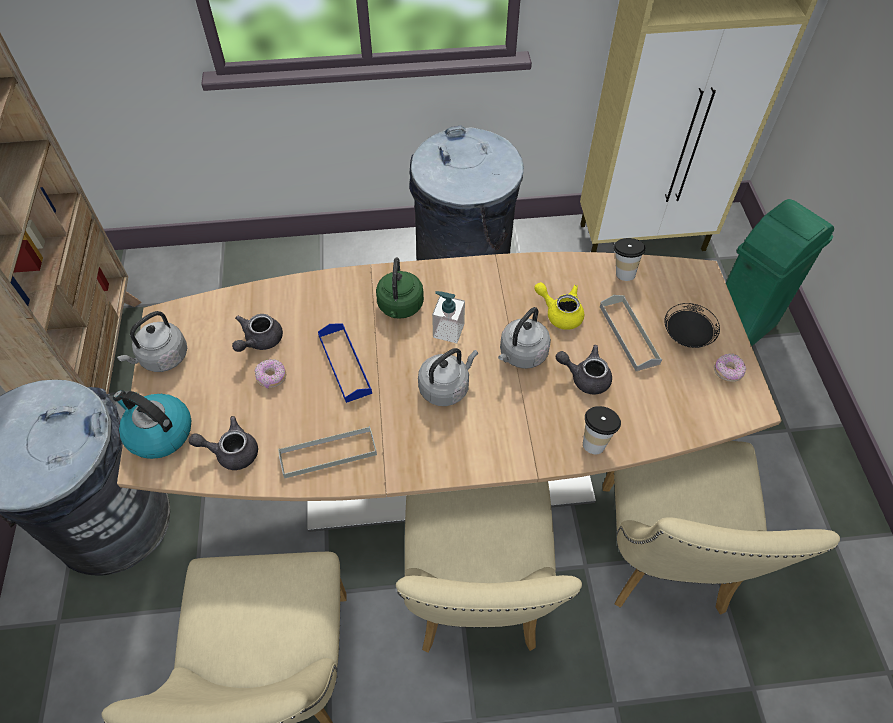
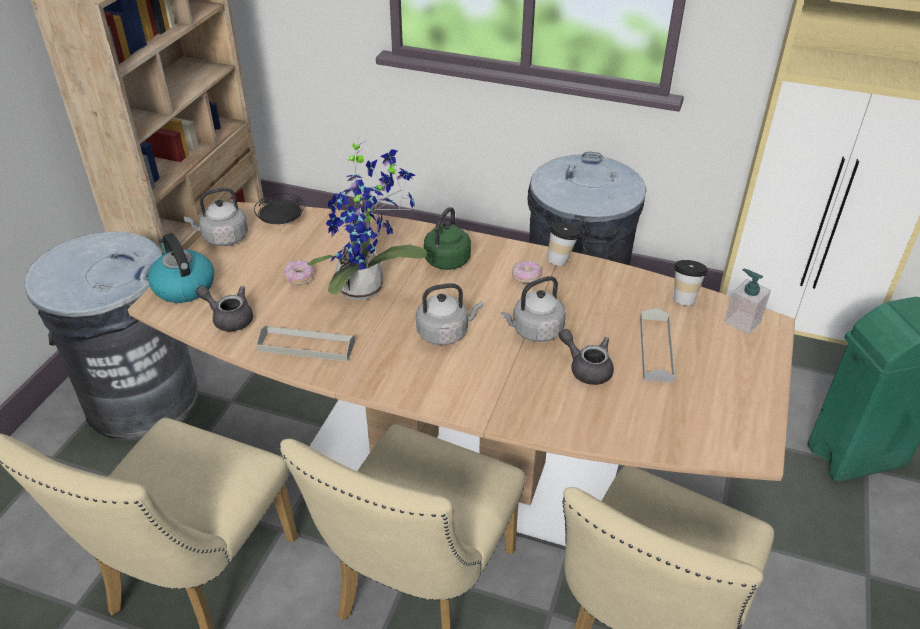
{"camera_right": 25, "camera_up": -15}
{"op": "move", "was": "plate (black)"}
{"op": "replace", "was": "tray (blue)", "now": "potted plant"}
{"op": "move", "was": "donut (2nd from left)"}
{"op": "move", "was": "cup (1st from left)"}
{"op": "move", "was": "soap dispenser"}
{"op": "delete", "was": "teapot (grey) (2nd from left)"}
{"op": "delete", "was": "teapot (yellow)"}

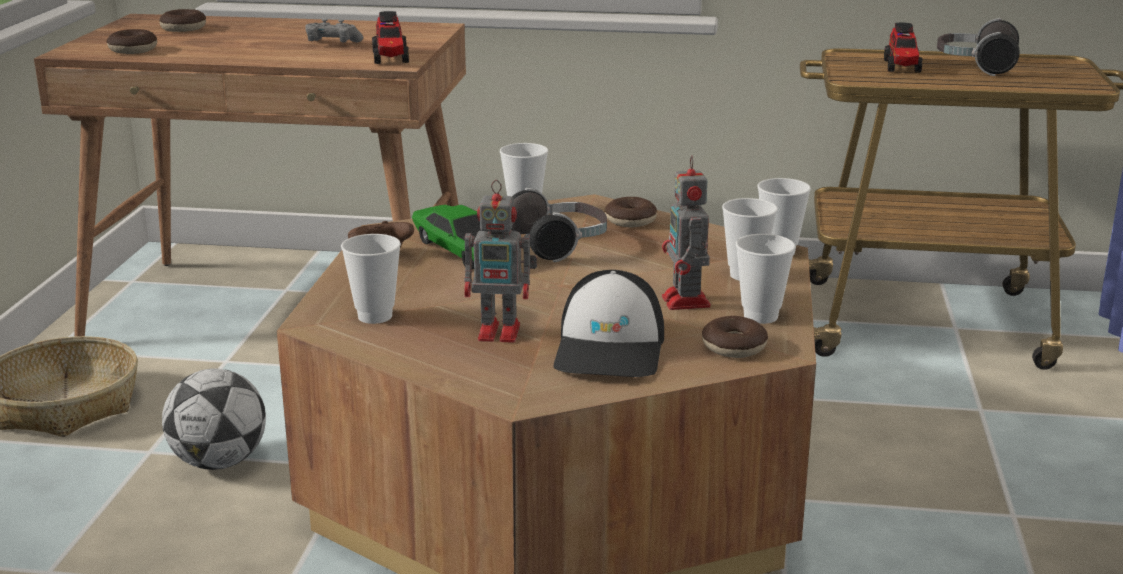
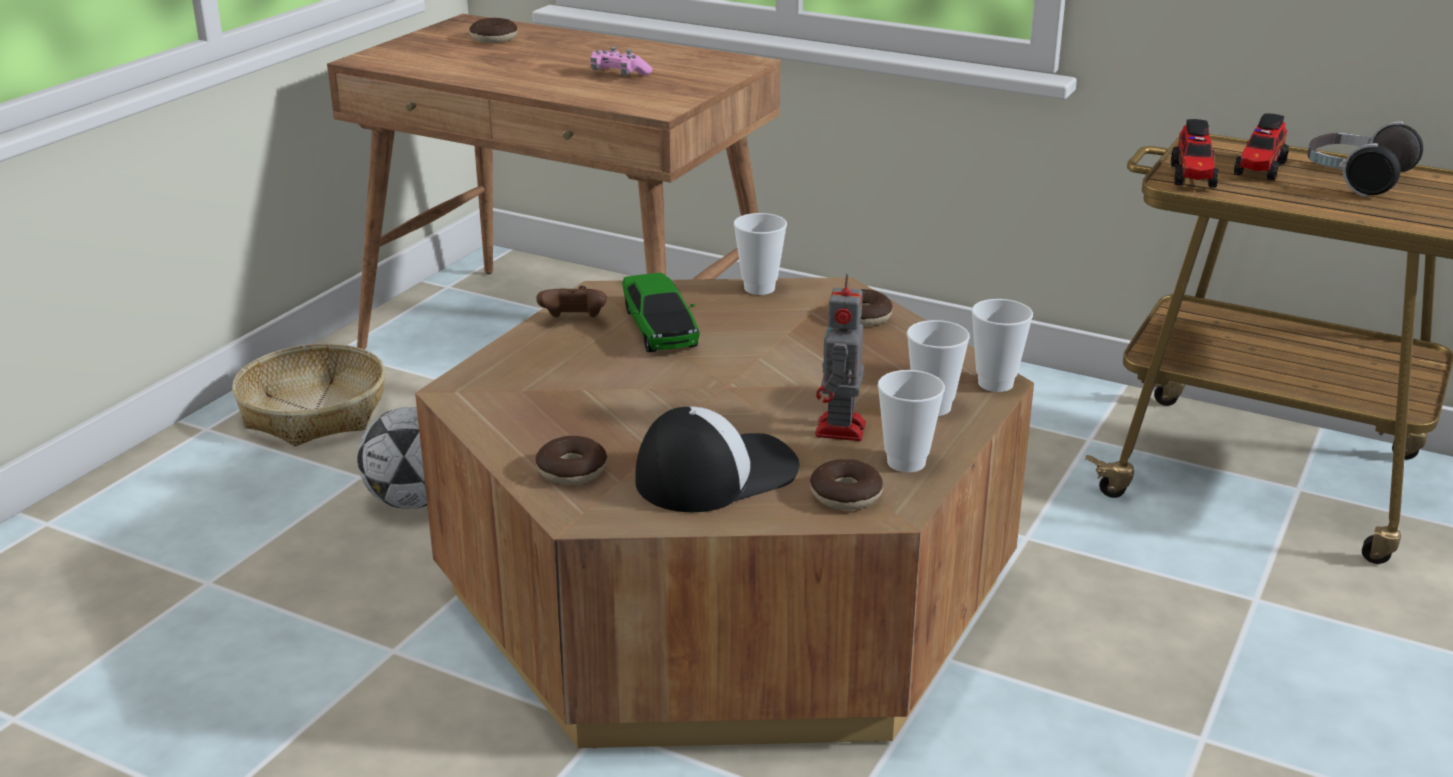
{"camera_right": 20, "camera_up": 5}
{"op": "move", "was": "donut (1st from left in the first image)", "now": "donut (2nd from left)"}
{"op": "recolor", "was": "game controller (grey)", "now": "game controller (pink)"}
{"op": "rotate", "was": "cap", "clockwise": -150}
{"op": "move", "was": "toy truck (1st from left)"}
{"op": "delete", "was": "cup (1st from left)"}
{"op": "delete", "was": "toy robot (1st from left)"}
{"op": "delete", "was": "headphones (1st from left)"}

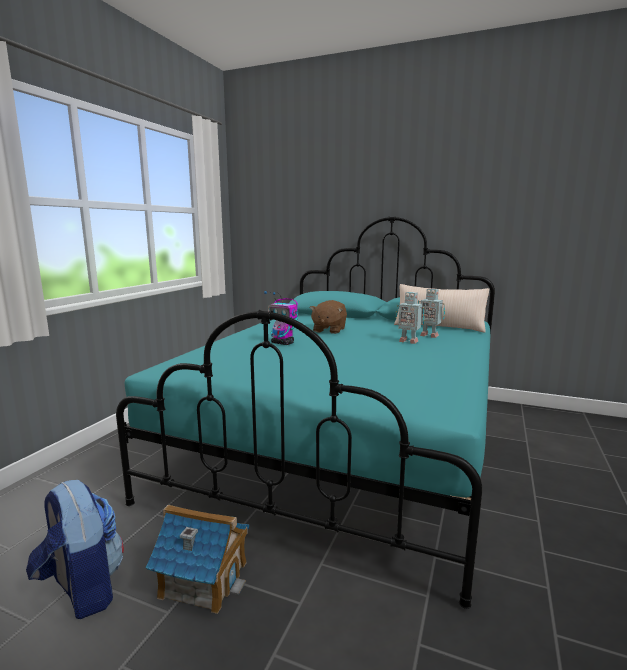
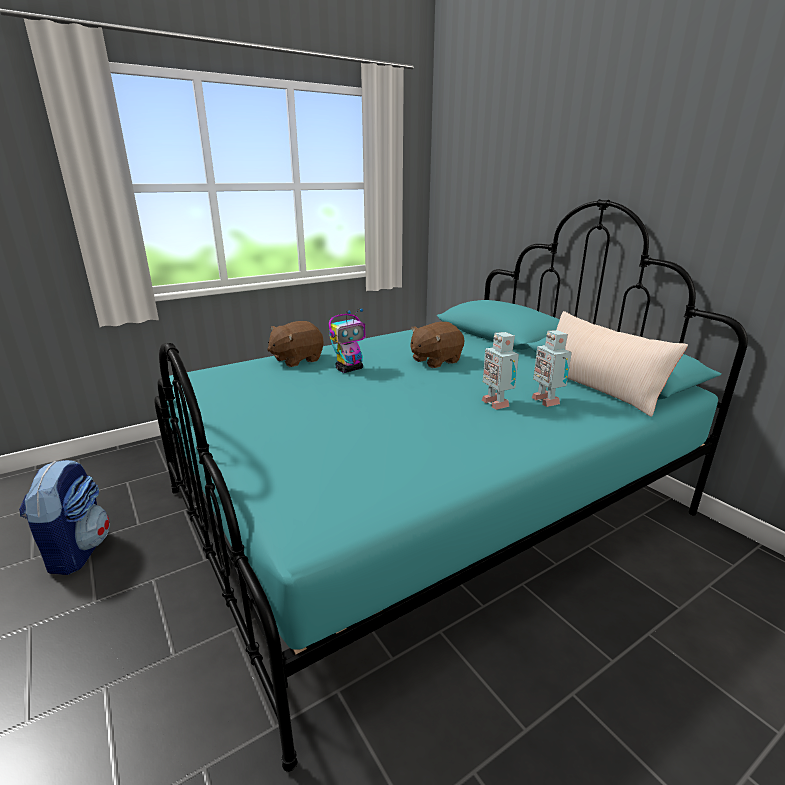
{"camera_right": 35, "camera_up": 10}
{"op": "insert", "now": "plush toy (brown) (1st from left)"}
{"op": "rotate", "was": "toy robot (1st from left)", "clockwise": -105}
{"op": "delete", "was": "toy house"}

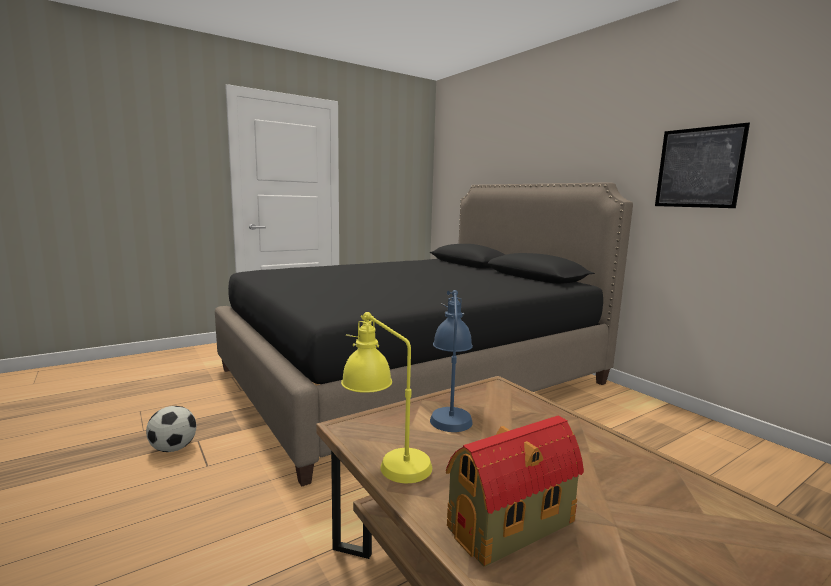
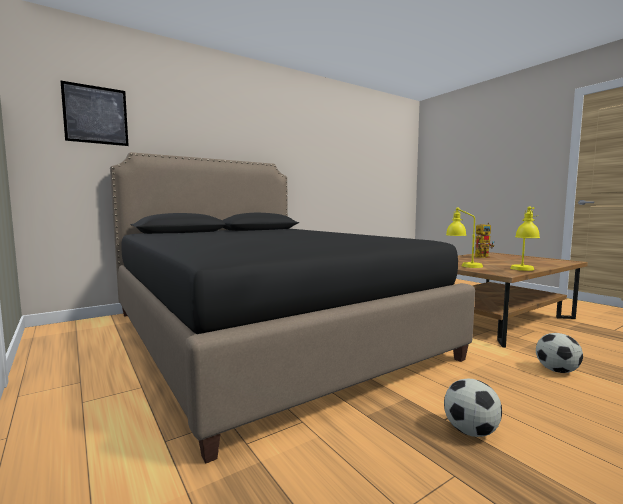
{"camera_right": -90, "camera_up": -5}
{"op": "move", "was": "picture"}
{"op": "recolor", "was": "table lamp (blue)", "now": "table lamp (yellow) (1st from left)"}
{"op": "insert", "now": "toy robot"}
{"op": "insert", "now": "football (2nd from left)"}
{"op": "delete", "was": "toy house"}

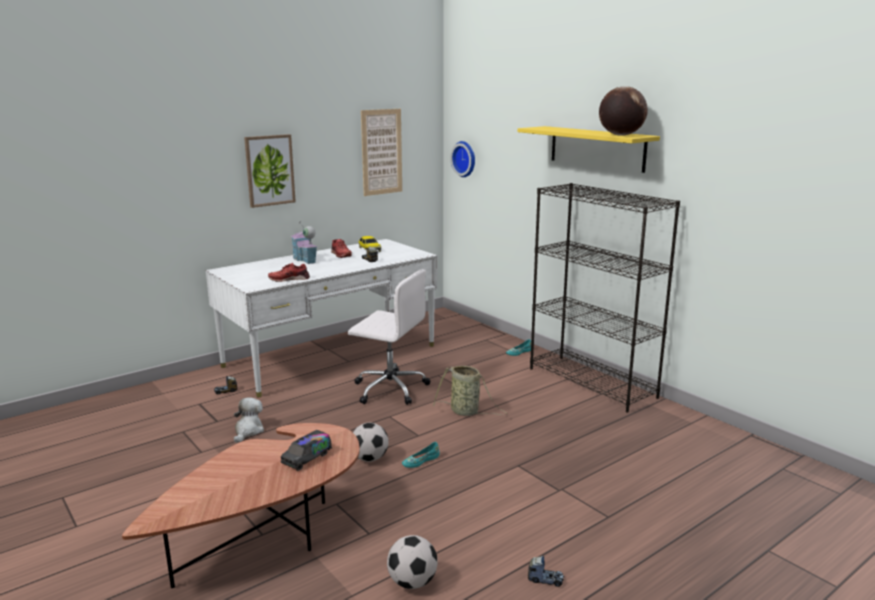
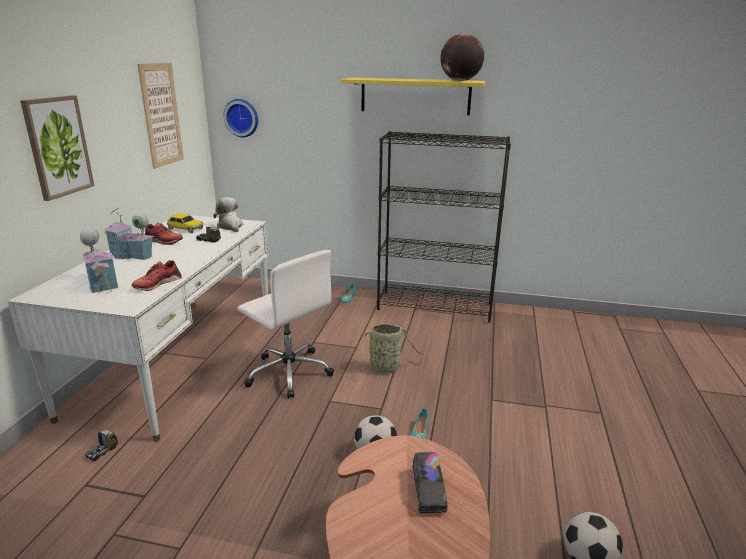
{"camera_right": -40, "camera_up": 5}
{"op": "insert", "now": "toy house (1st from left)"}
{"op": "move", "was": "plush toy"}
{"op": "rotate", "was": "office chair (white)", "clockwise": 60}
{"op": "delete", "was": "toy truck (4th from left)"}

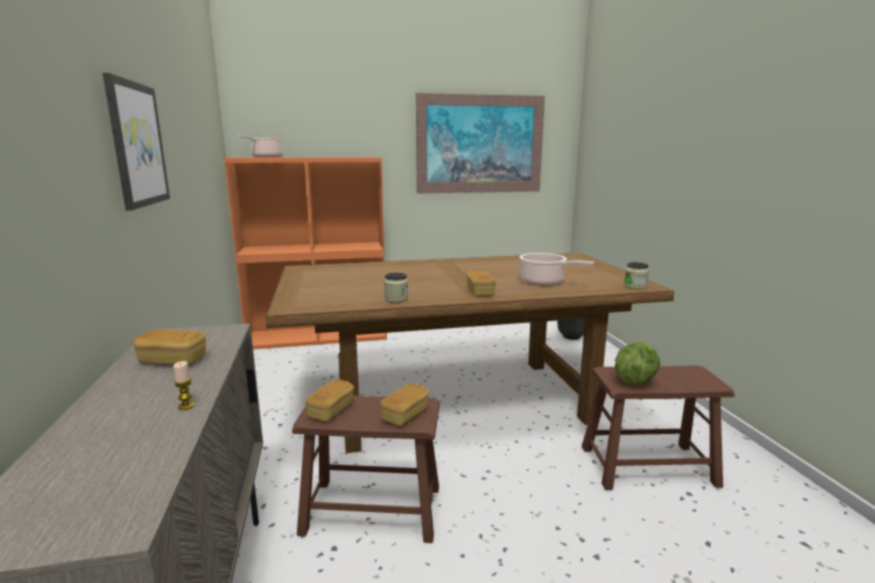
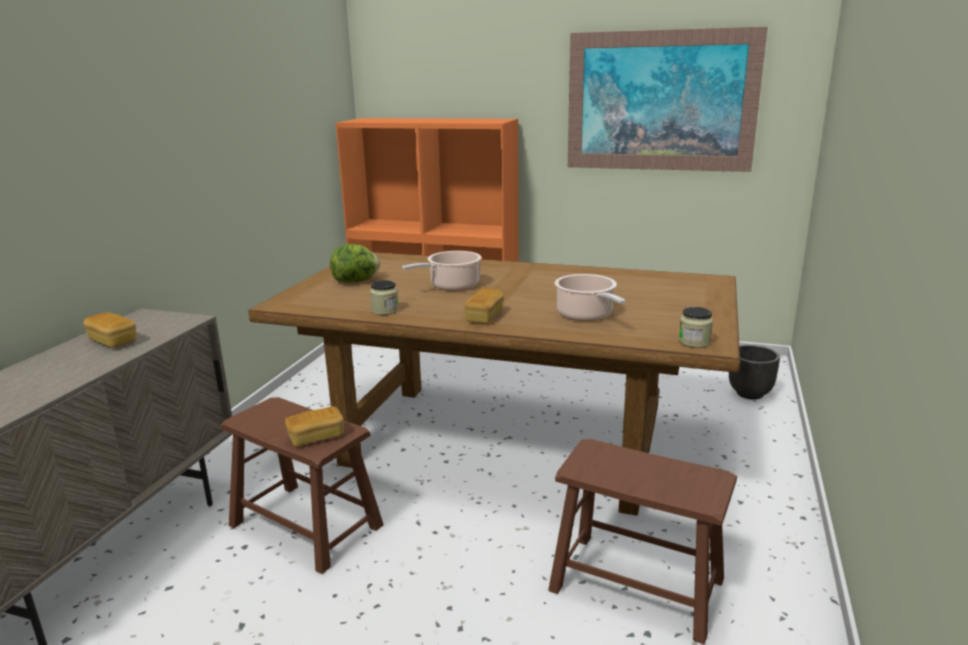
{"camera_right": 30, "camera_up": 5}
{"op": "move", "was": "lettuce"}
{"op": "move", "was": "cooking pot (1st from left)"}
{"op": "delete", "was": "picture (1st from left)"}
{"op": "delete", "was": "candle"}
{"op": "delete", "was": "bread (2nd from left)"}

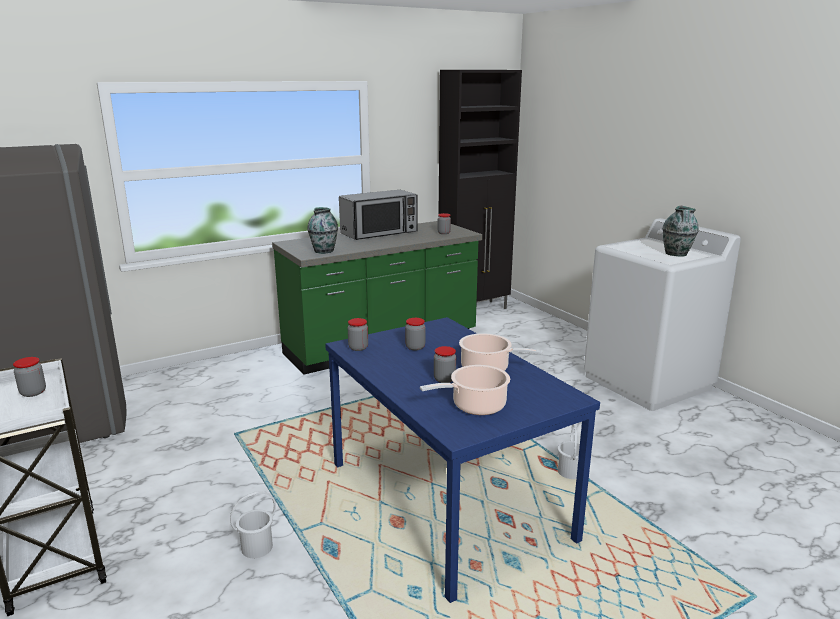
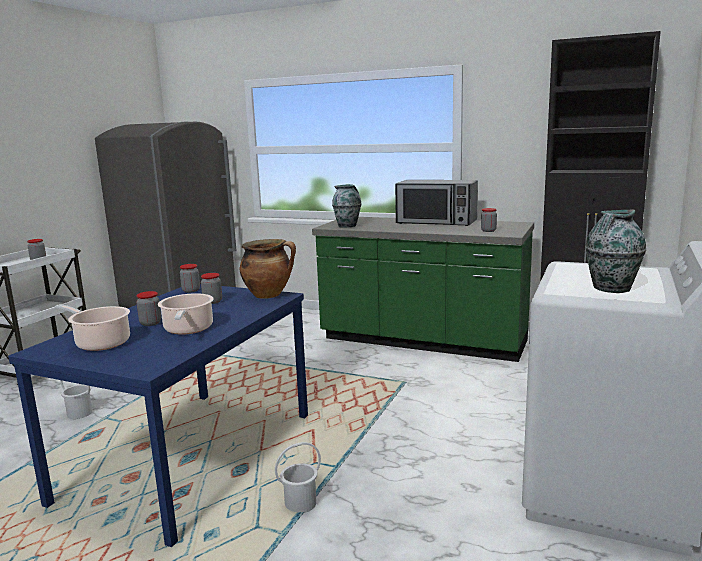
{"camera_right": 55, "camera_up": -5}
{"op": "insert", "now": "cooking pot (3rd from left)"}

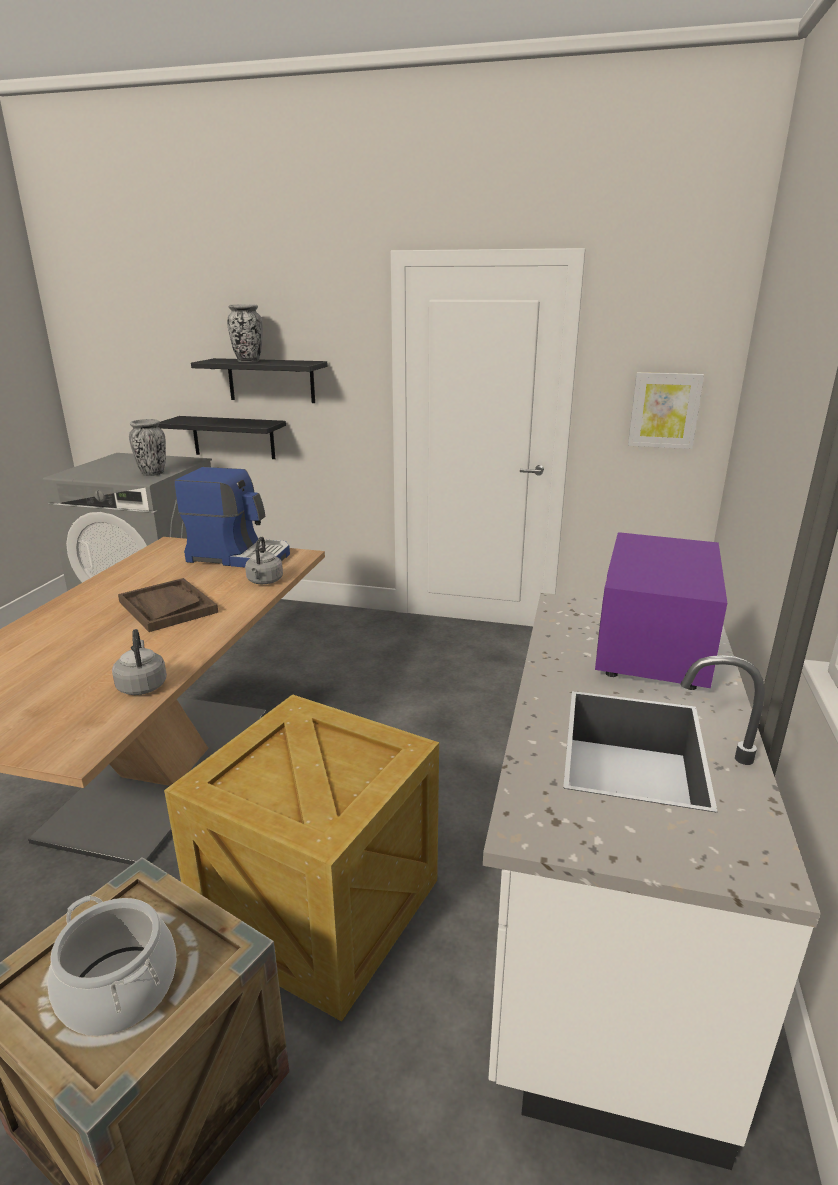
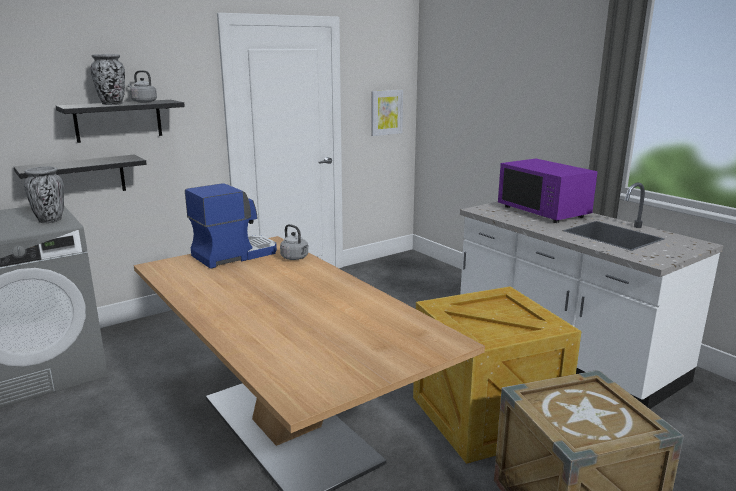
{"camera_right": -50, "camera_up": -5}
{"op": "move", "was": "kettle (grey) (1st from left)"}
{"op": "delete", "was": "cooking pot"}
{"op": "delete", "was": "tray (brown)"}

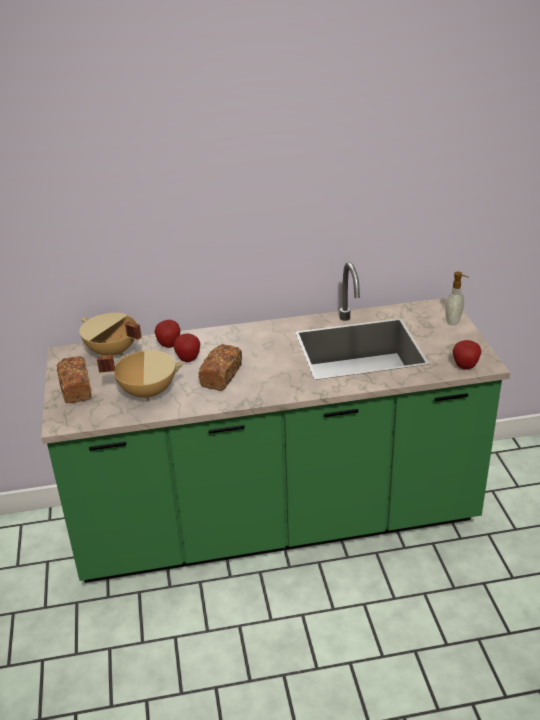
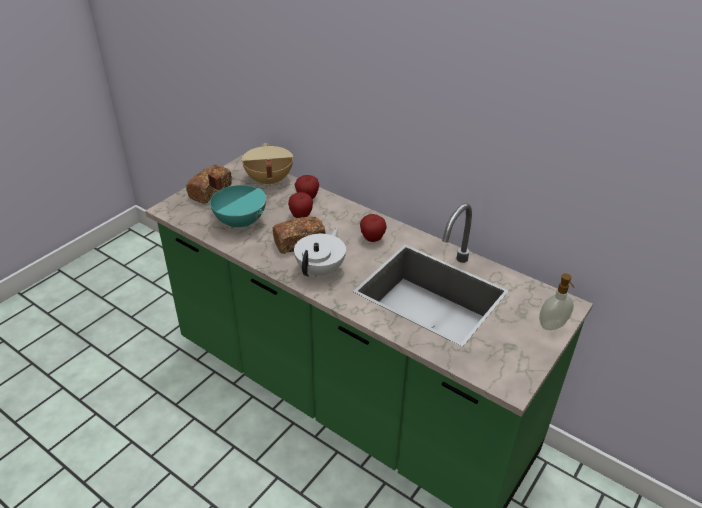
{"camera_right": 45, "camera_up": 5}
{"op": "recolor", "was": "cooking pot (beige) (2nd from left)", "now": "cooking pot (turquoise)"}
{"op": "insert", "now": "teapot (white)"}
{"op": "move", "was": "apple (3rd from left)"}

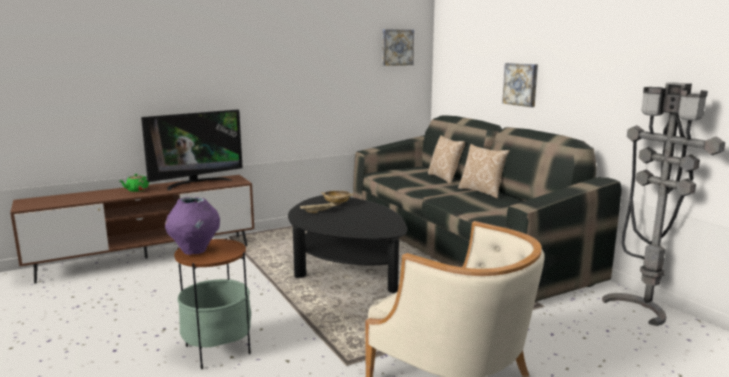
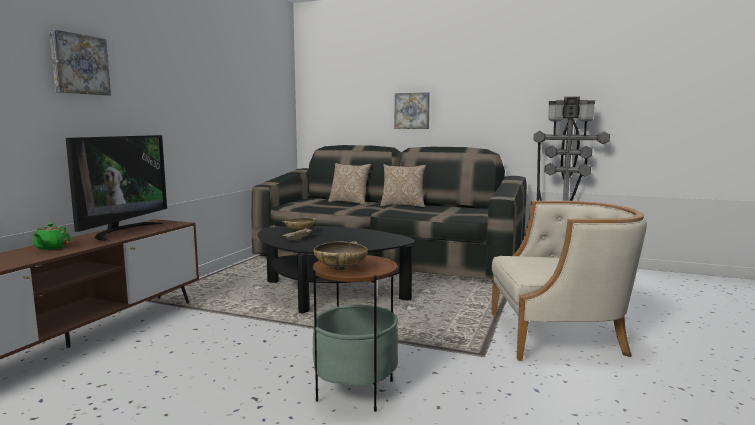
{"camera_right": -40, "camera_up": -5}
{"op": "move", "was": "picture (1st from left)"}
{"op": "replace", "was": "vase (purple)", "now": "bowl (beige) (2nd from left)"}

